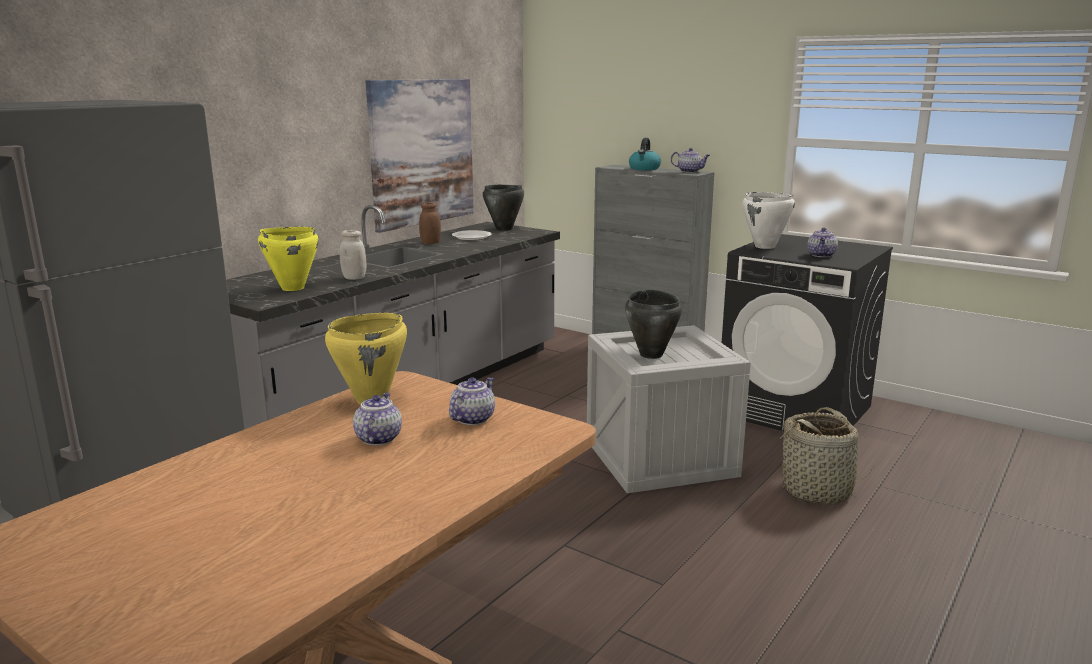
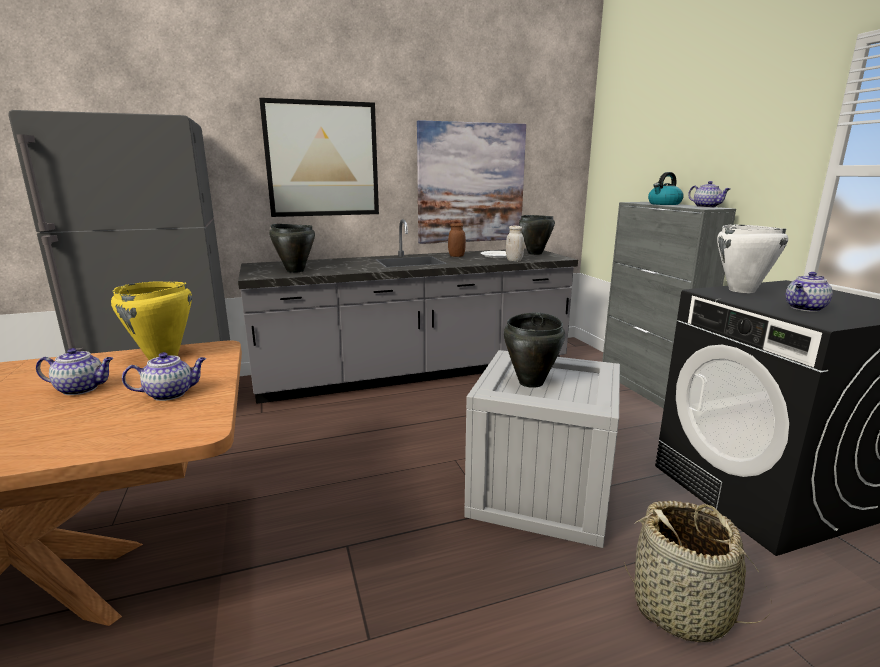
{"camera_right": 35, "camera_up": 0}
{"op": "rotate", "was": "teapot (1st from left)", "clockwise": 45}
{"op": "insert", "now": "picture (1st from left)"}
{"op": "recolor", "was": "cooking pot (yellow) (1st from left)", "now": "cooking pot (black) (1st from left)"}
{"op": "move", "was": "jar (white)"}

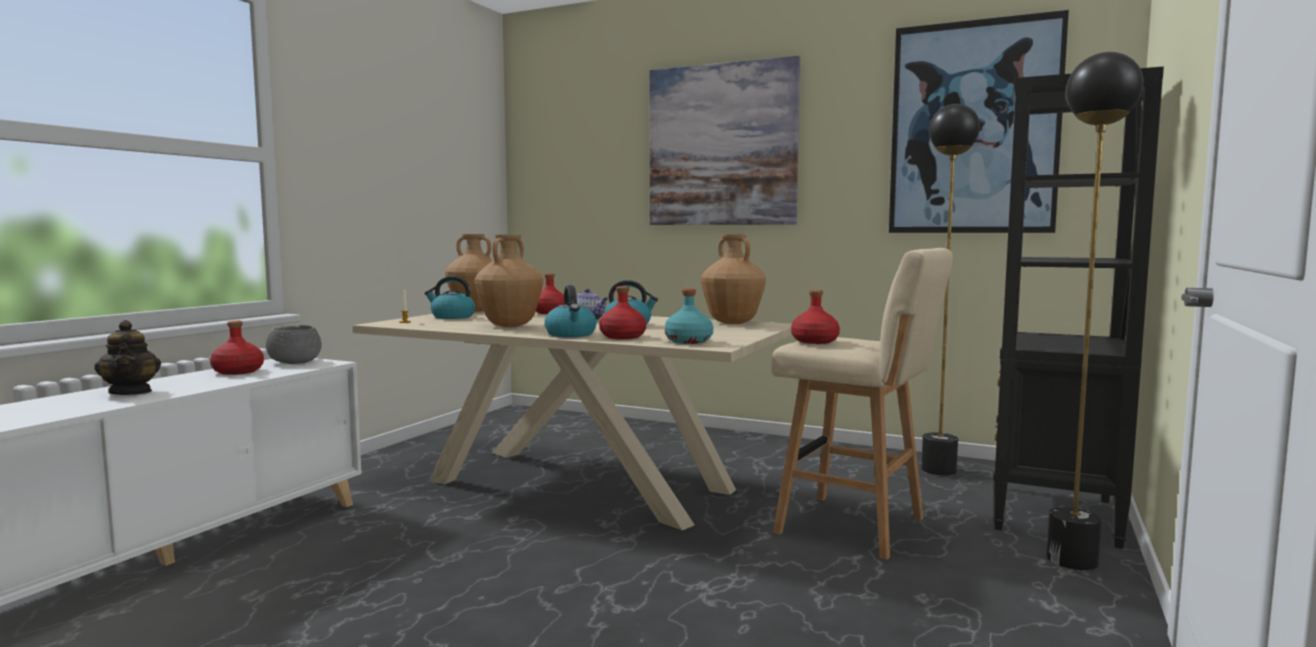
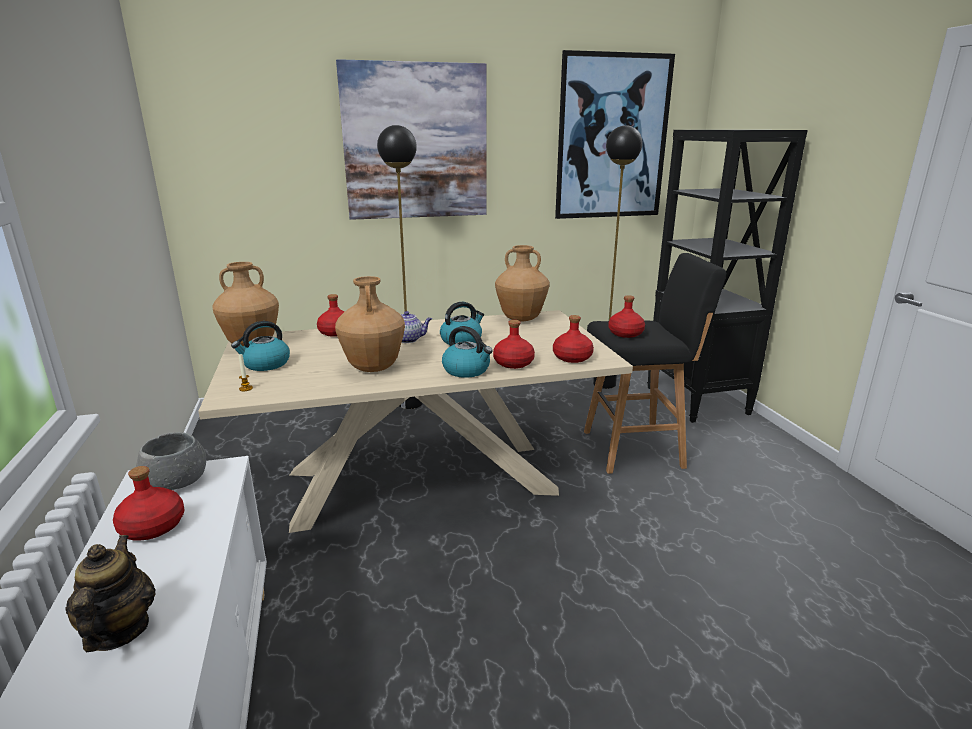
{"camera_right": -40, "camera_up": 15}
{"op": "rotate", "was": "teapot (1st from left)", "clockwise": -120}
{"op": "move", "was": "floor lamp (black) (2nd from left in the first image)", "now": "floor lamp (black) (1st from left)"}
{"op": "recolor", "was": "bottle (turquoise)", "now": "bottle (red) (4th from left)"}
{"op": "recolor", "was": "stool (beige)", "now": "stool (black)"}

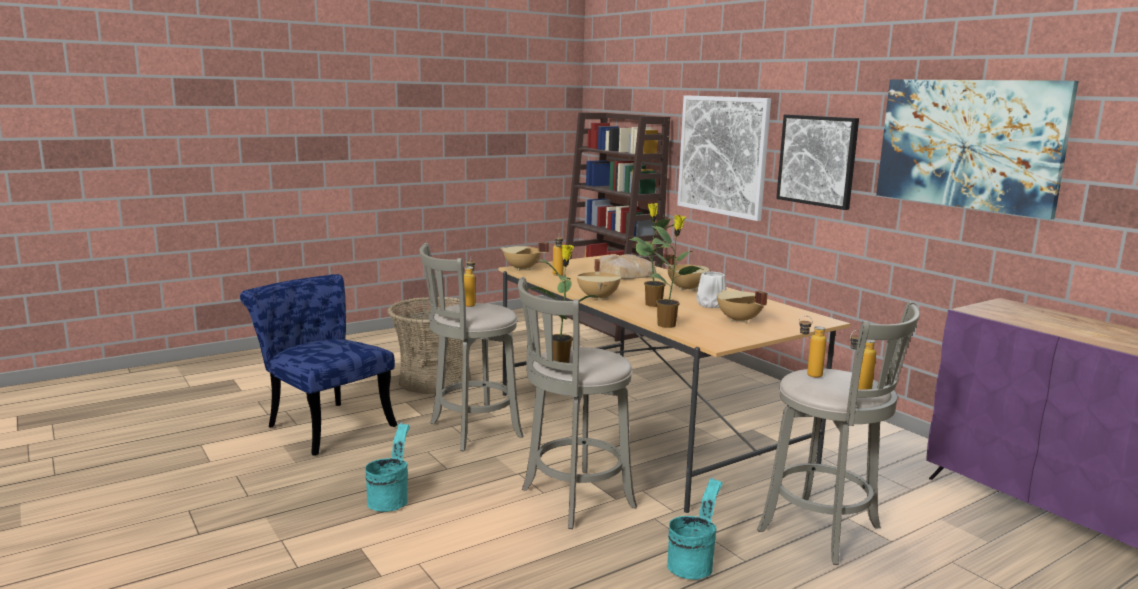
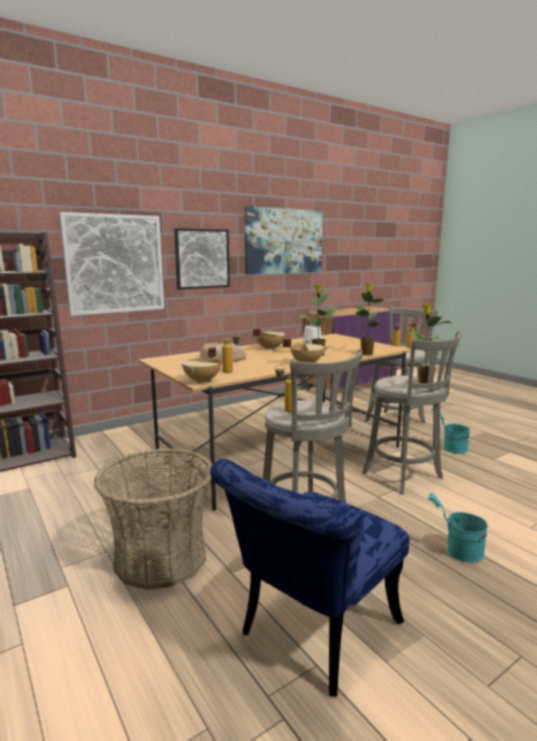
{"camera_right": -90, "camera_up": 0}
{"op": "delete", "was": "cooking pot (beige) (4th from left)"}

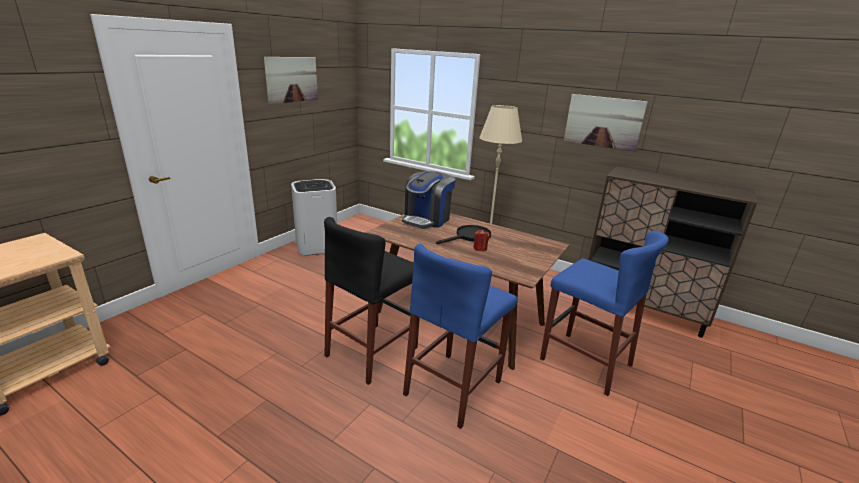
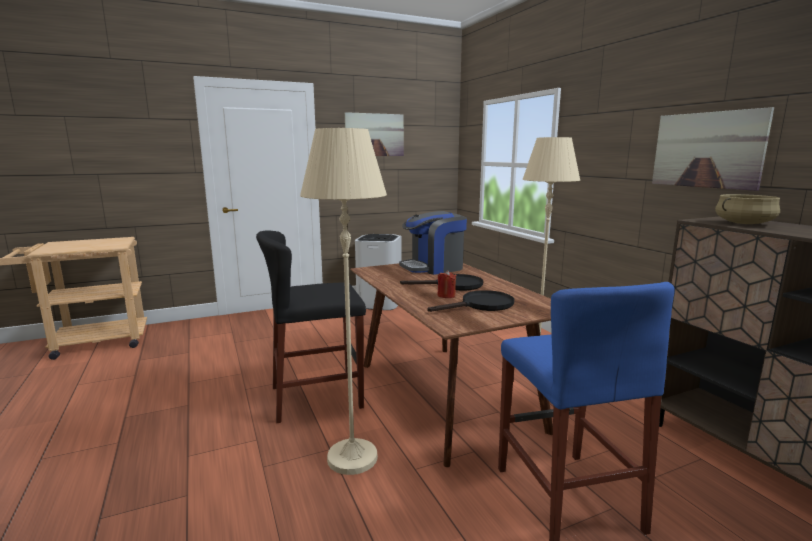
{"camera_right": 35, "camera_up": -10}
{"op": "replace", "was": "stool (blue) (1st from left)", "now": "floor lamp (beige) (1st from left)"}
{"op": "insert", "now": "frying pan (black) (2nd from left)"}
{"op": "insert", "now": "cooking pot (beige)"}

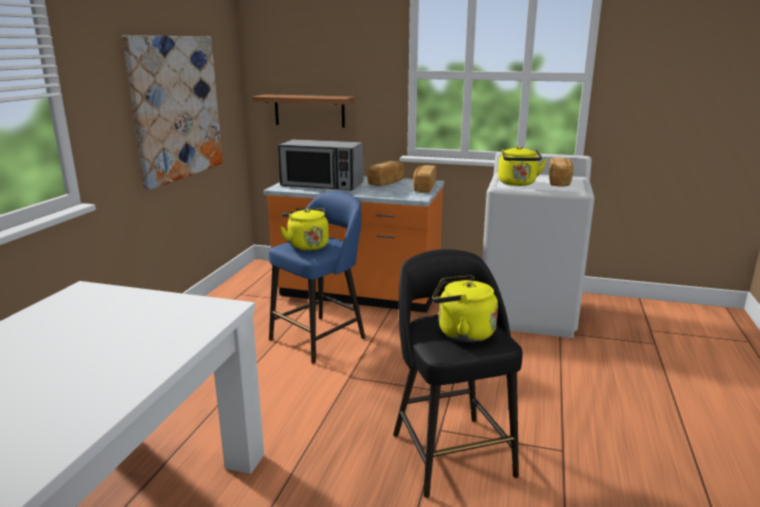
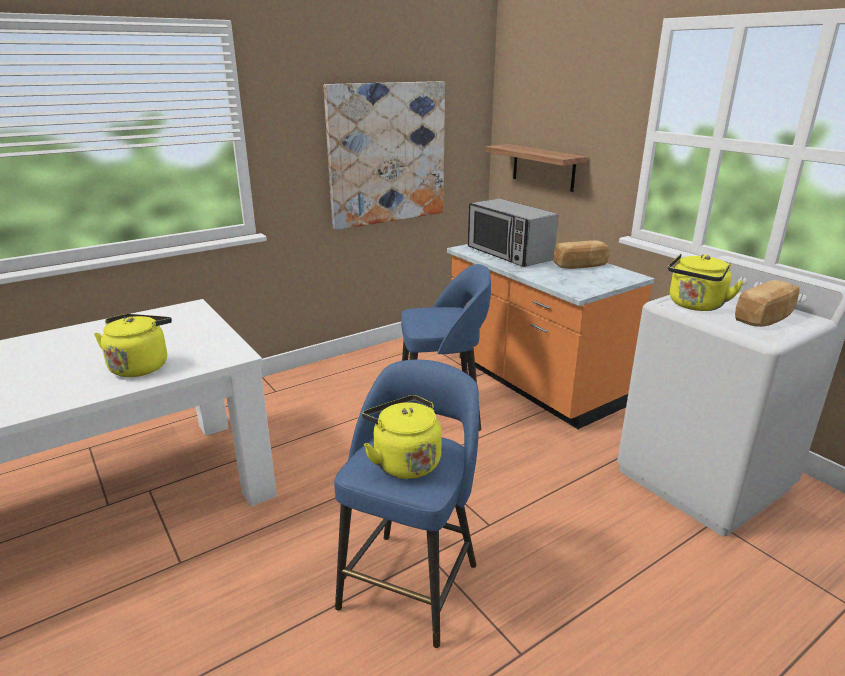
{"camera_right": 40, "camera_up": 5}
{"op": "move", "was": "kettle (yellow) (1st from left)"}
{"op": "recolor", "was": "stool (black)", "now": "stool (blue) (1st from left)"}
{"op": "delete", "was": "bread (2nd from left)"}

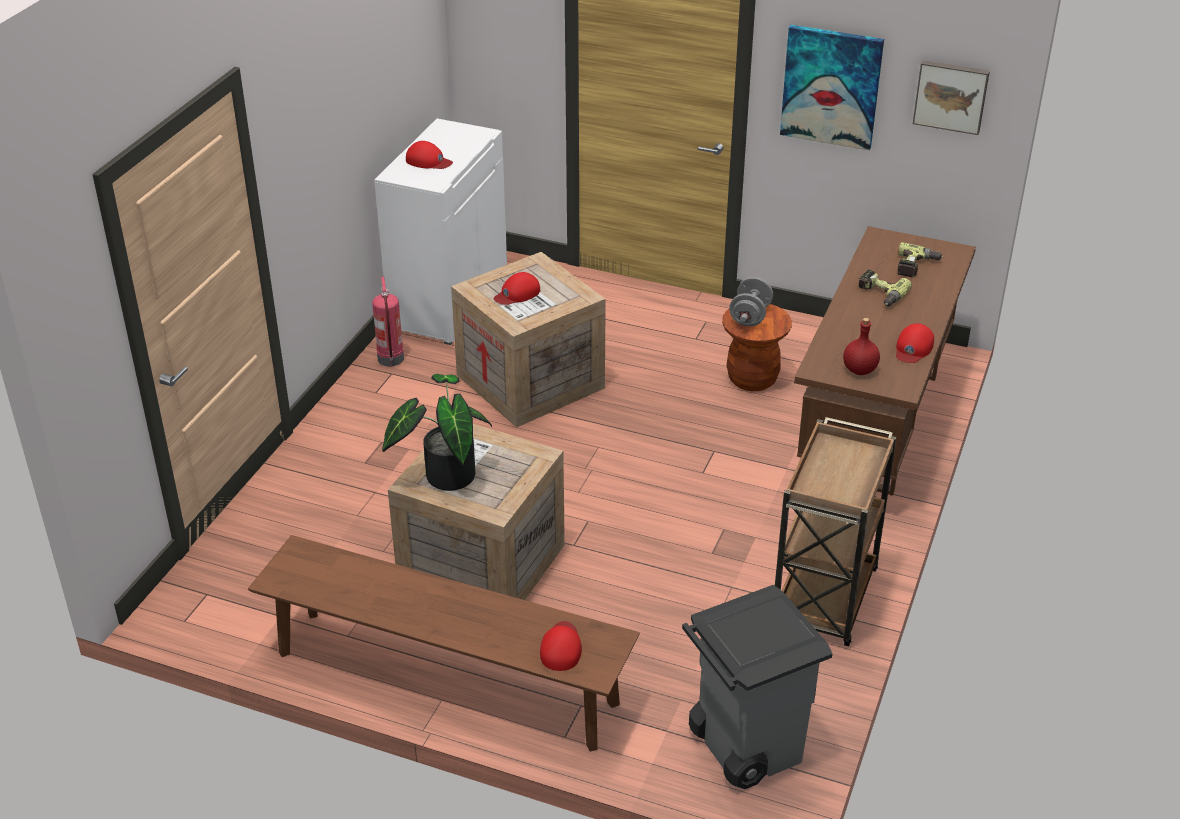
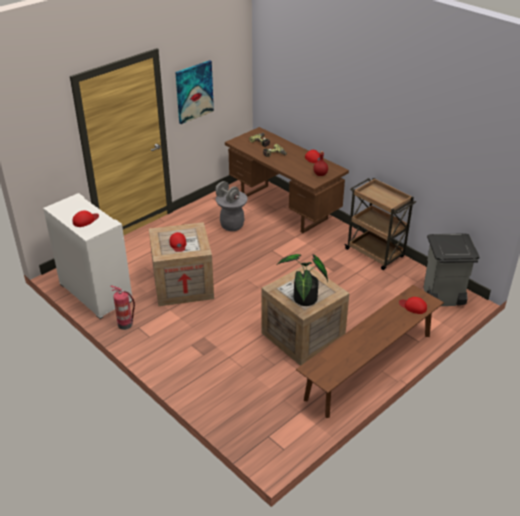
{"camera_right": -65, "camera_up": 0}
{"op": "recolor", "was": "stool (brown)", "now": "stool (grey)"}
{"op": "delete", "was": "picture (2nd from left)"}

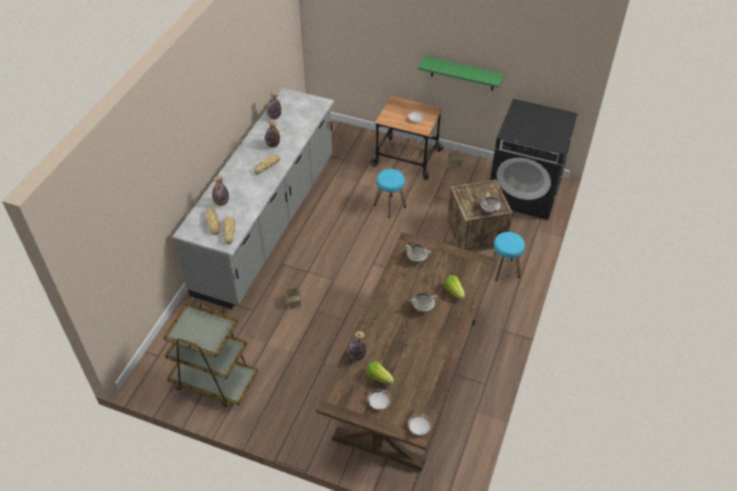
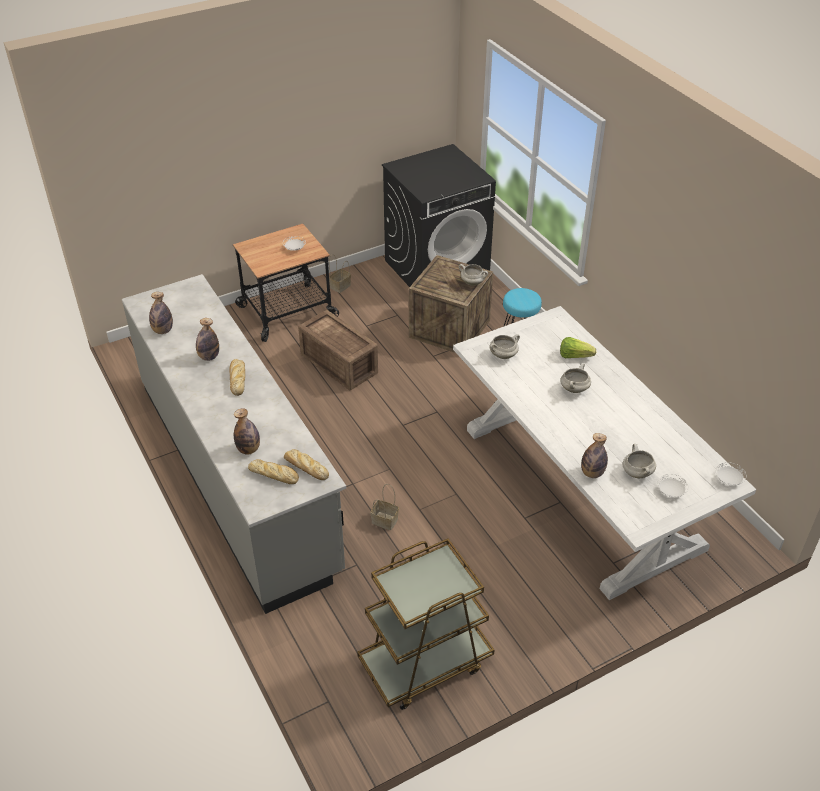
{"camera_right": -50, "camera_up": -5}
{"op": "replace", "was": "stool (turquoise) (1st from left)", "now": "crate (1st from left)"}
{"op": "recolor", "was": "dining table (brown)", "now": "dining table (white)"}
{"op": "replace", "was": "lettuce (1st from left)", "now": "cooking pot (white) (4th from left)"}
{"op": "delete", "was": "shelf (green)"}

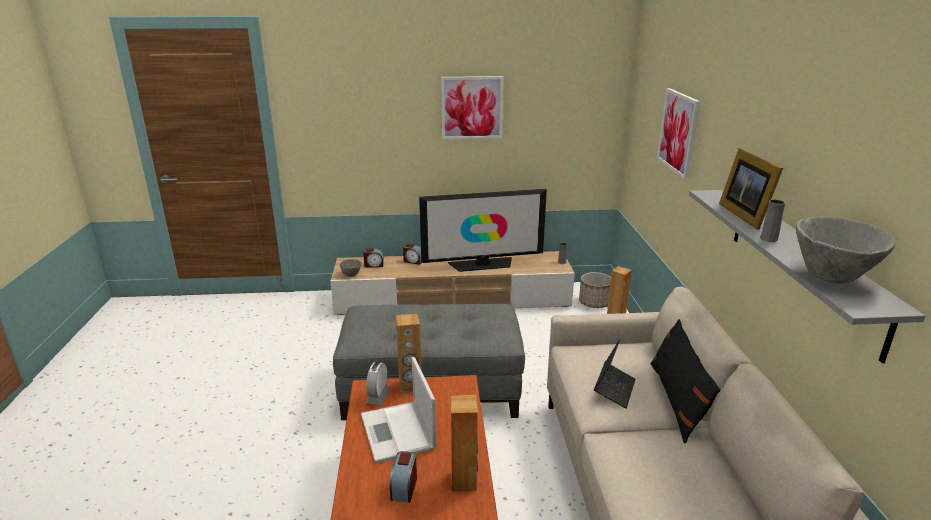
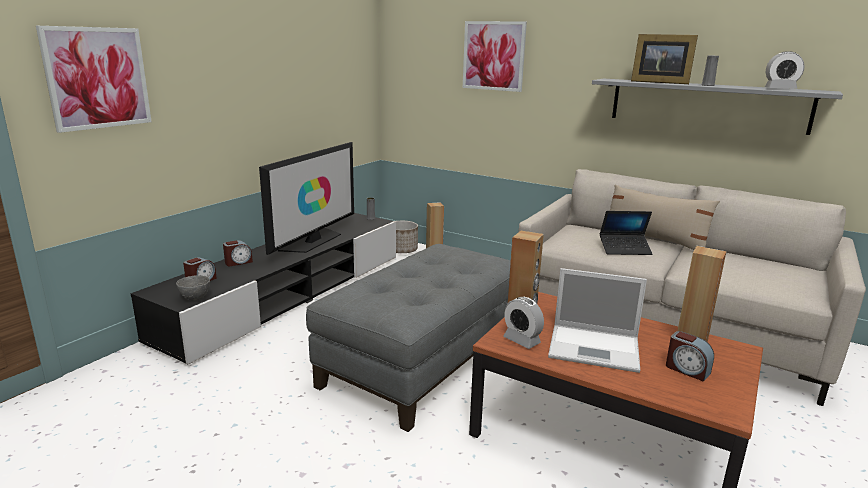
{"camera_right": -55, "camera_up": -5}
{"op": "move", "was": "picture (1st from left)"}
{"op": "recolor", "was": "tv stand (beige)", "now": "tv stand (black)"}
{"op": "rotate", "was": "laptop (2nd from left)", "clockwise": 120}
{"op": "recolor", "was": "pillow (black)", "now": "pillow (beige)"}
{"op": "replace", "was": "bowl (grey) (2nd from left)", "now": "alarm clock (5th from left)"}

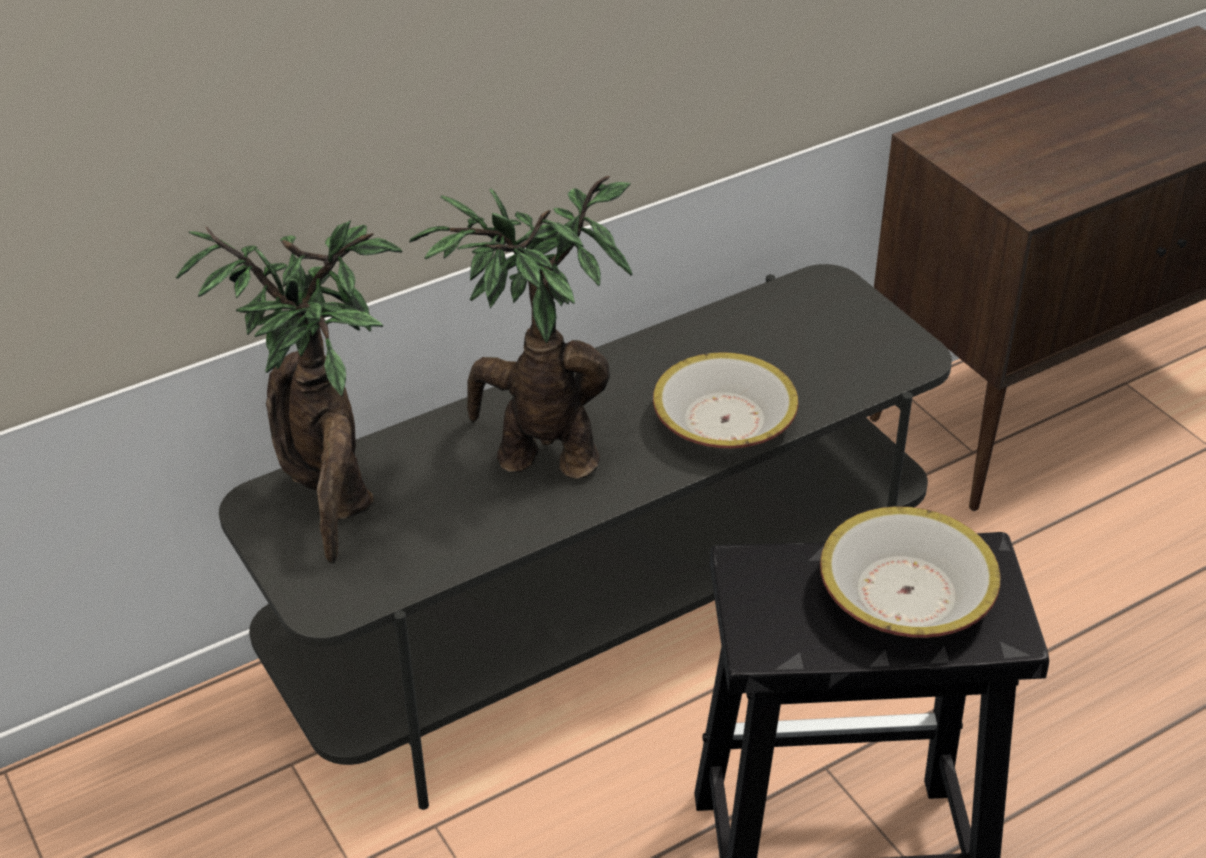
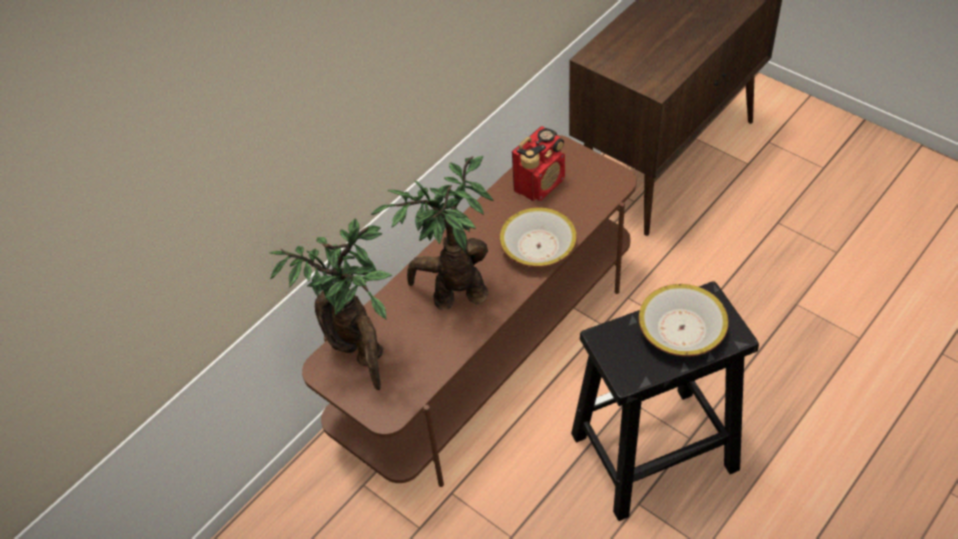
{"camera_right": -15, "camera_up": 10}
{"op": "recolor", "was": "tv stand (grey)", "now": "tv stand (brown)"}
{"op": "insert", "now": "radio"}

